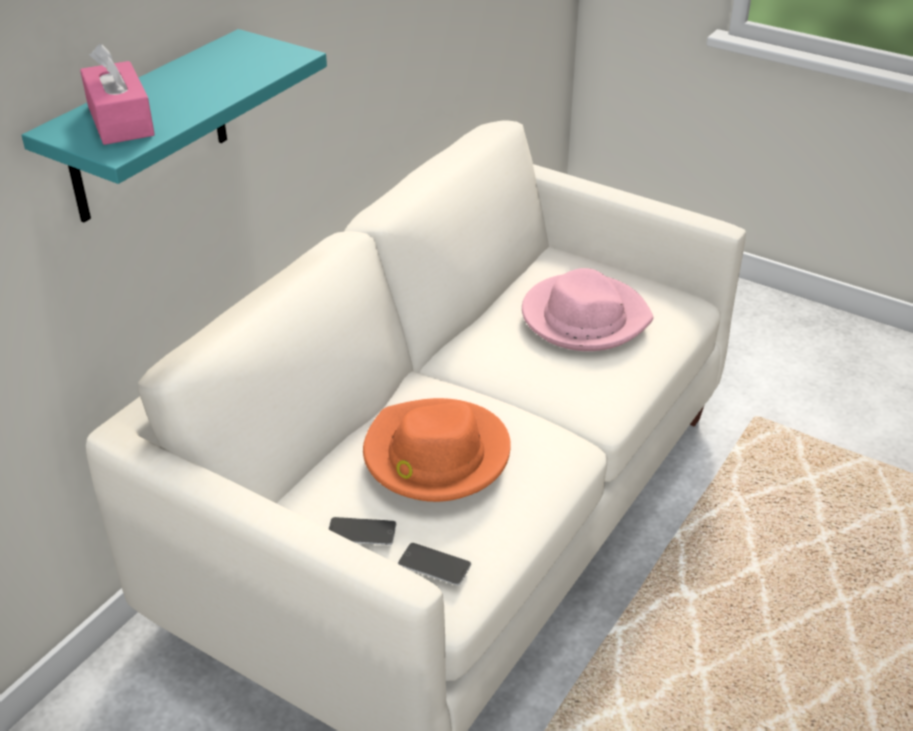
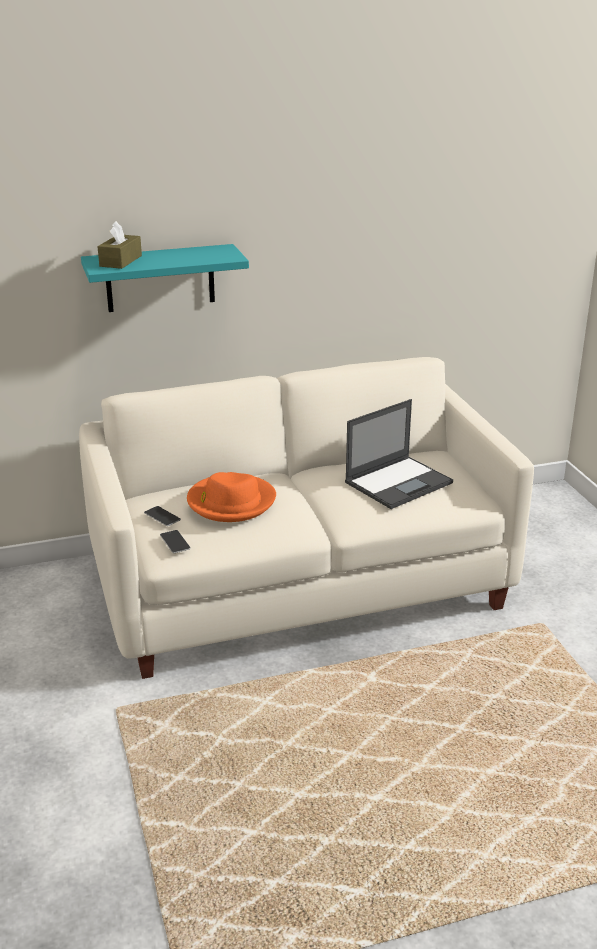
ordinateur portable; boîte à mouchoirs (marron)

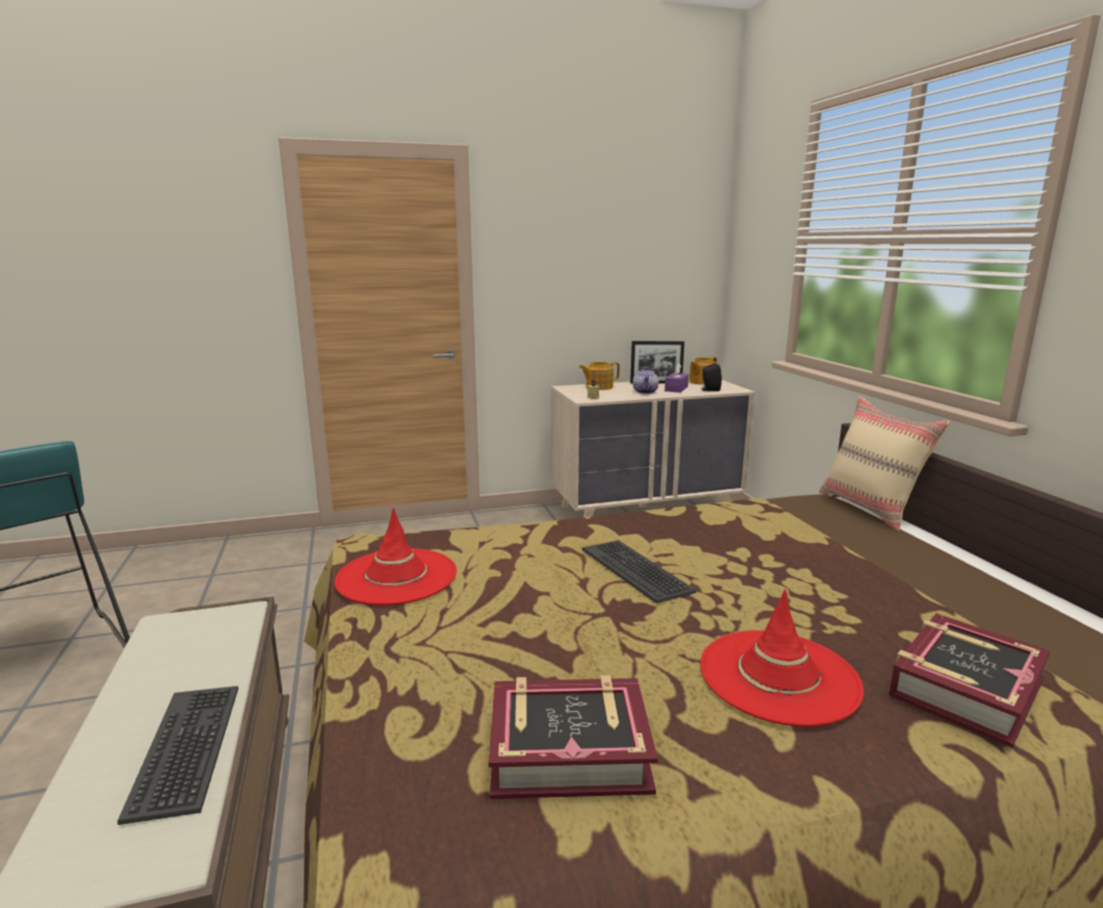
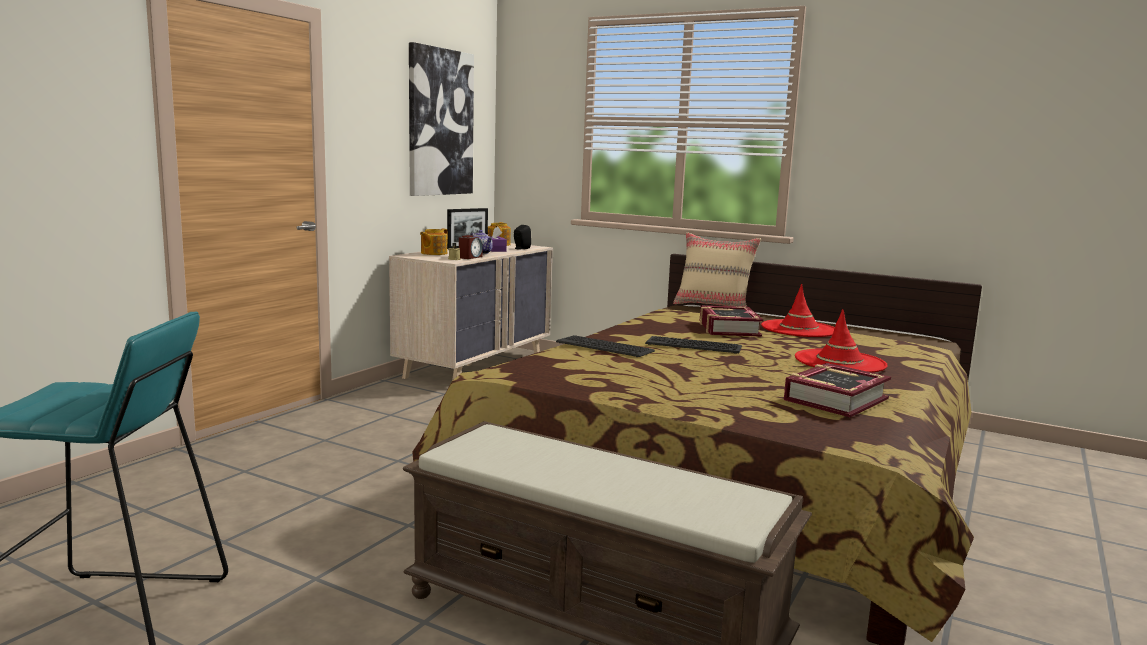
tableau; réveil; clavier (1st from left); chapeau (rouge) (1st from left); livre (1st from left)

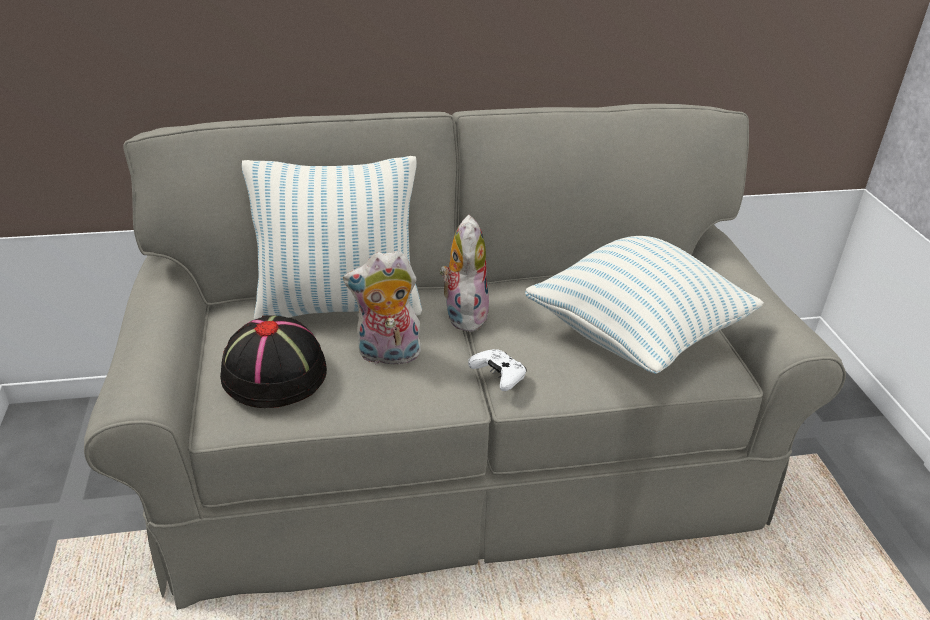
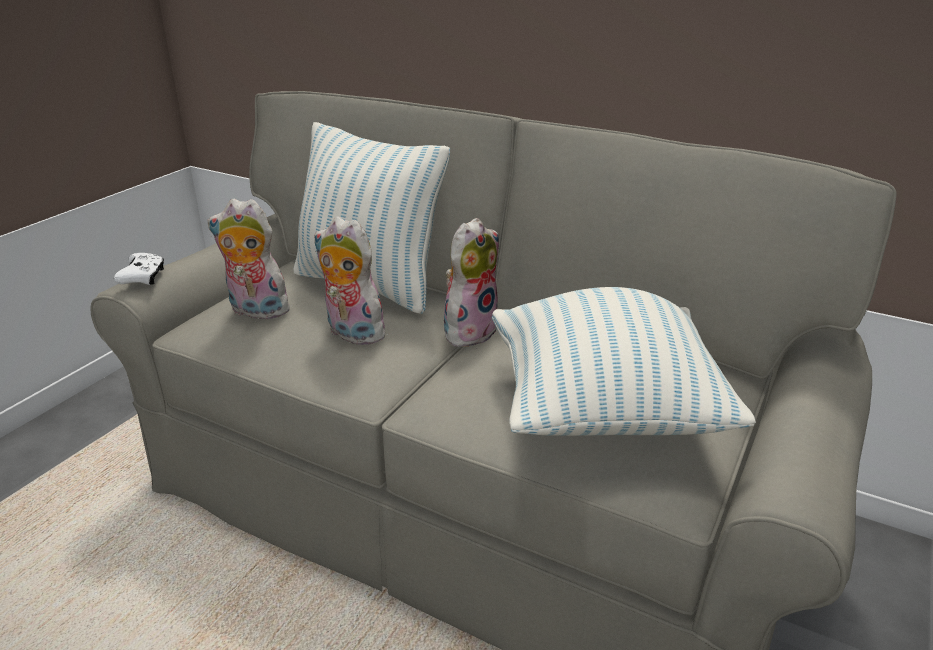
manette (blanc); peluche (1st from left)

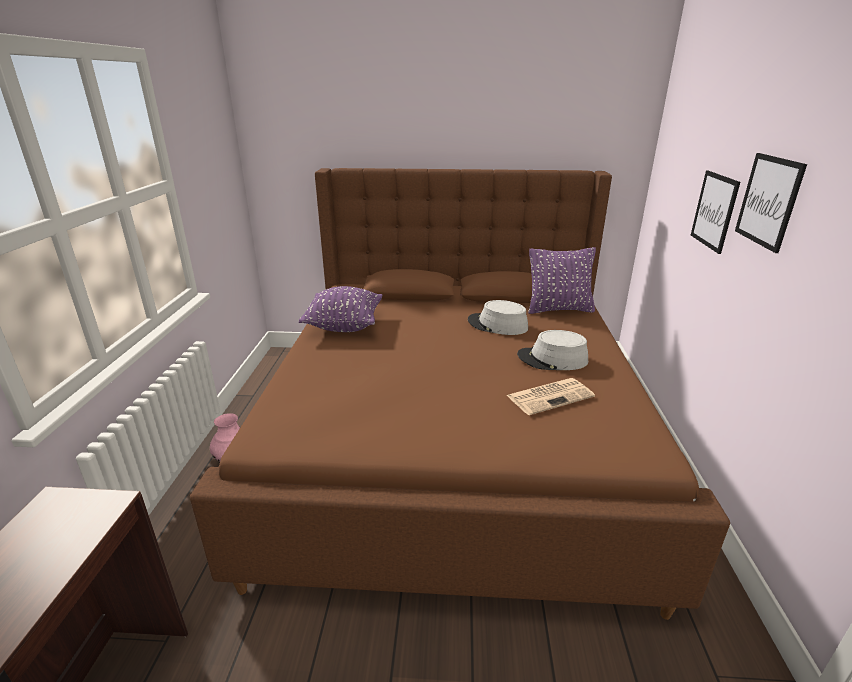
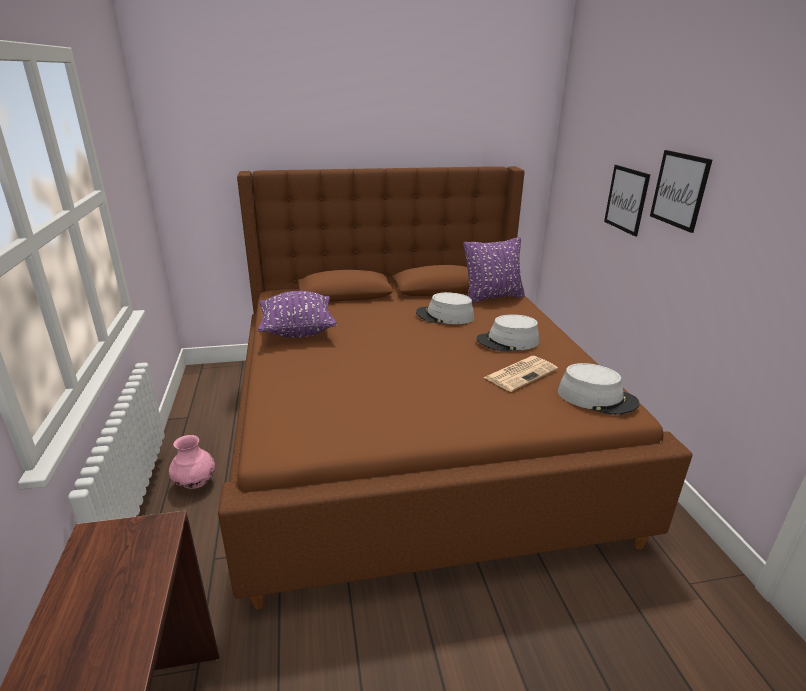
chapeau (gris) (3rd from left)

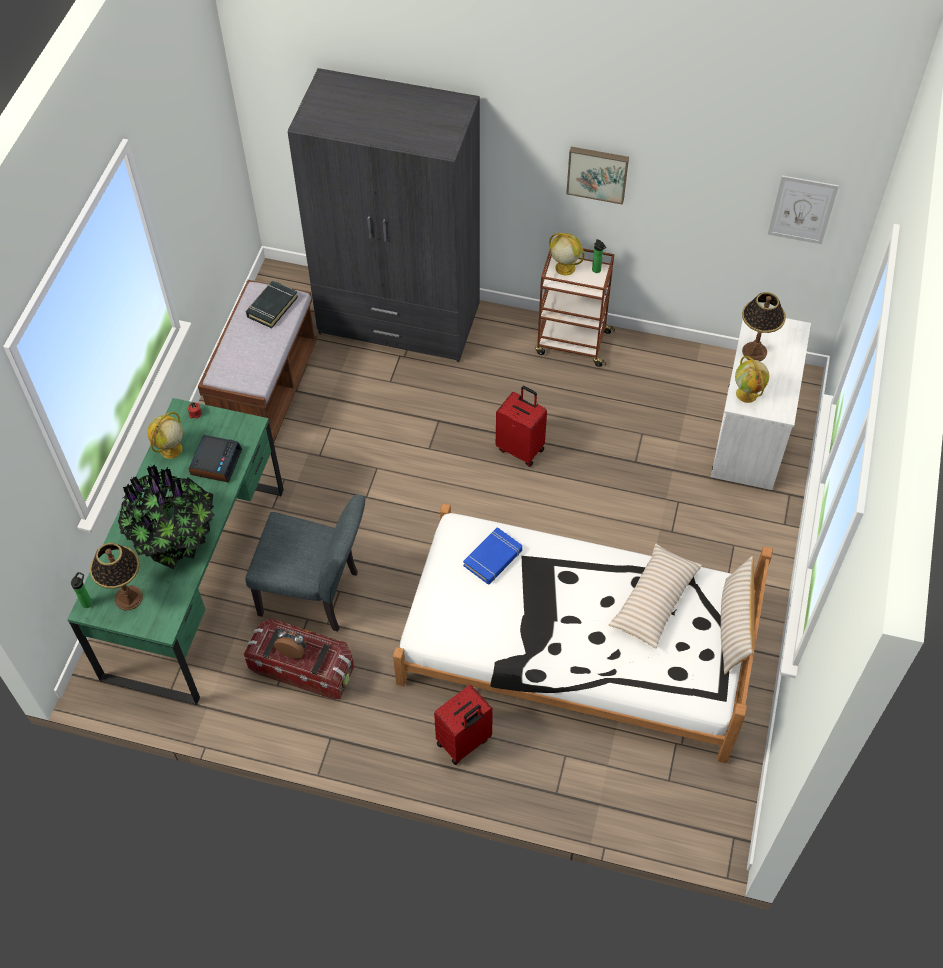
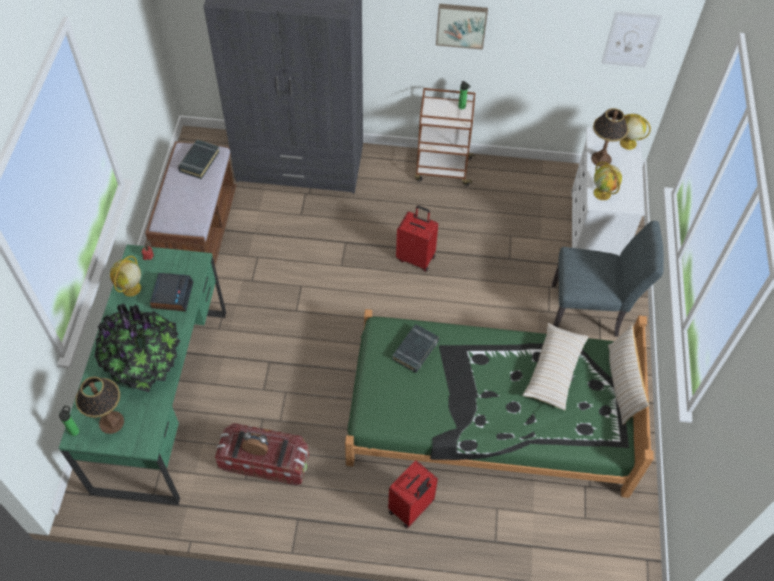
chaise (gris); globe (3rd from left); lit (vert); livre (noir) (2nd from left)

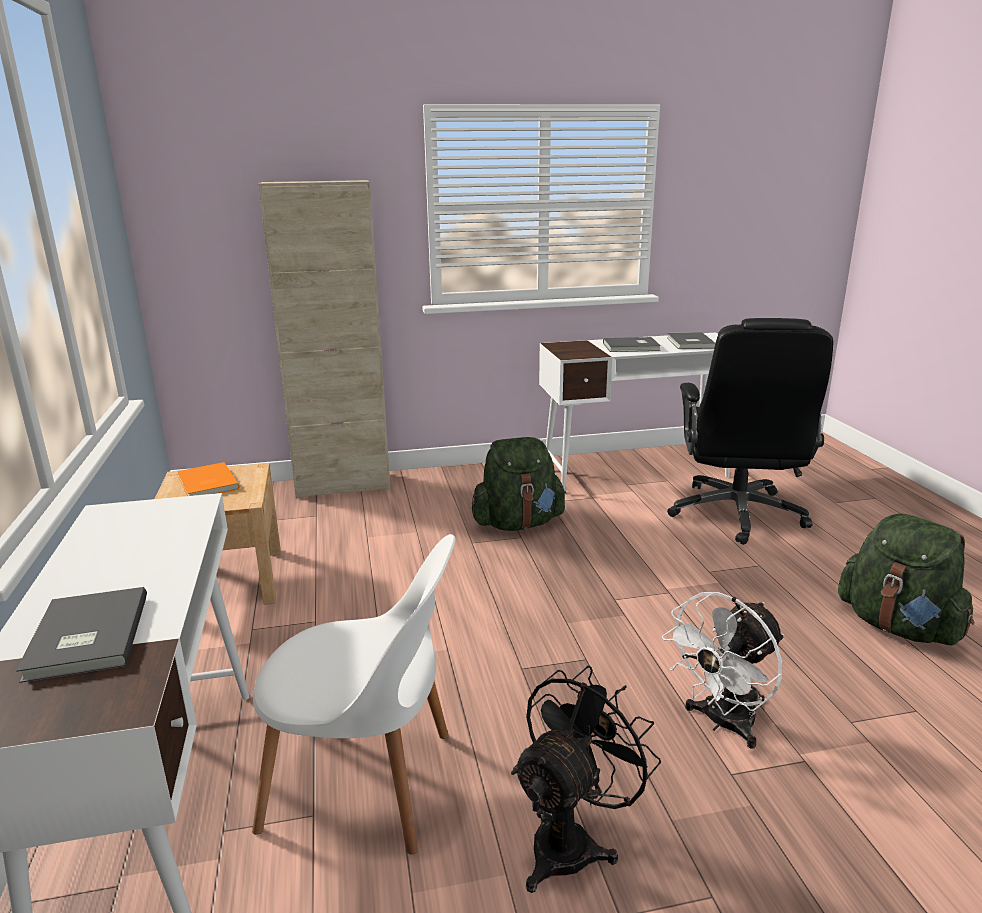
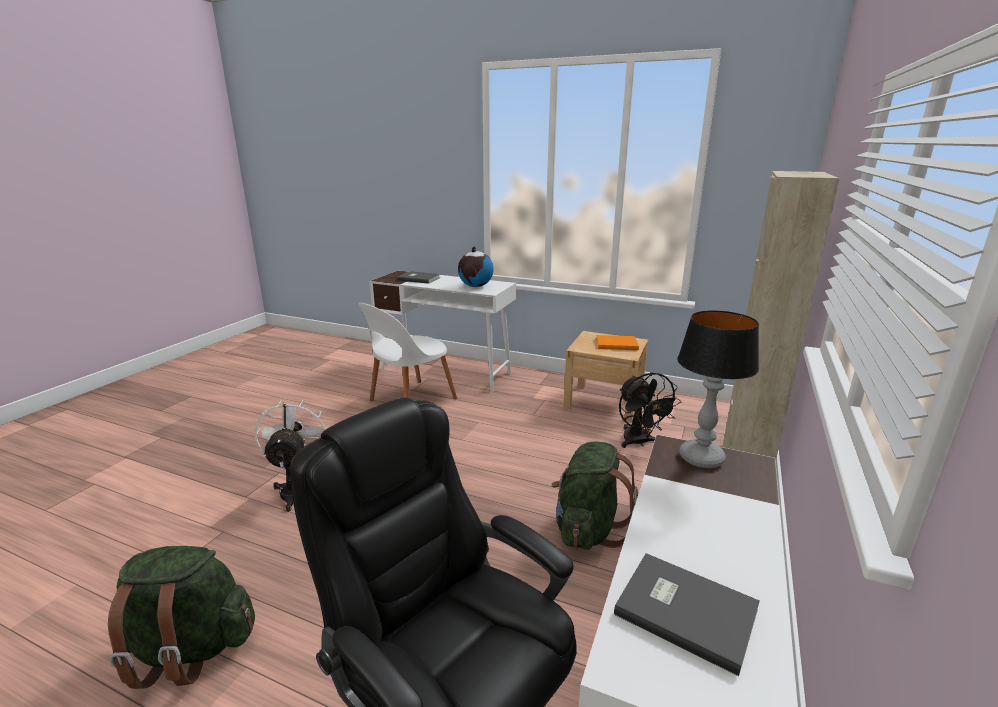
livre (gris) (2nd from left in the first image); globe; lampe de table; ventilateur (noir)

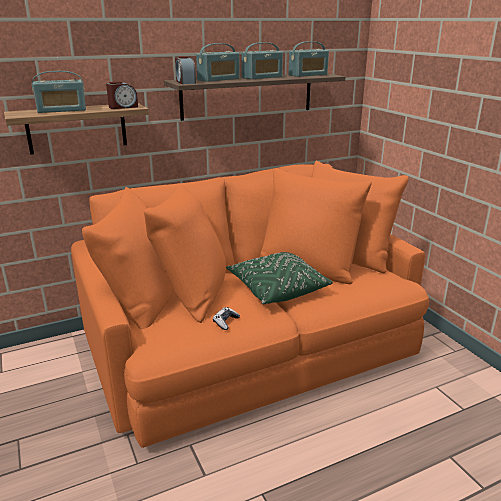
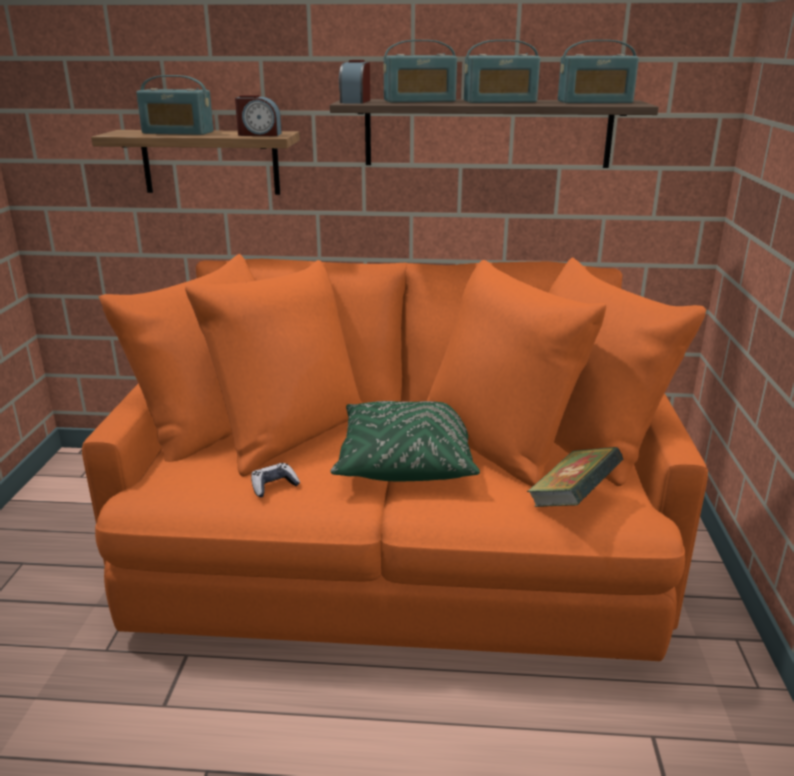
livre

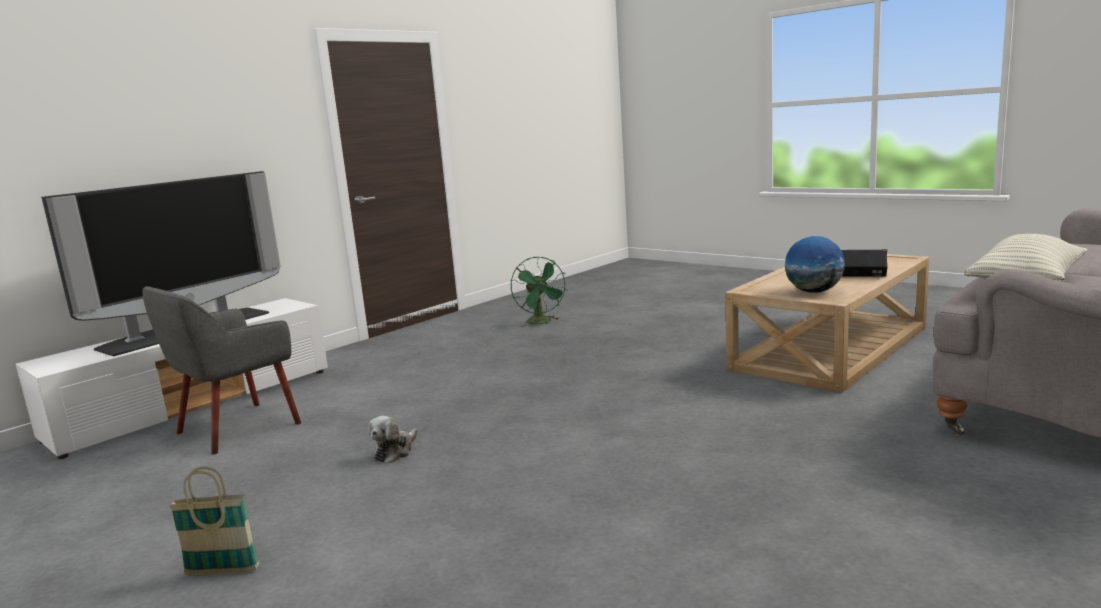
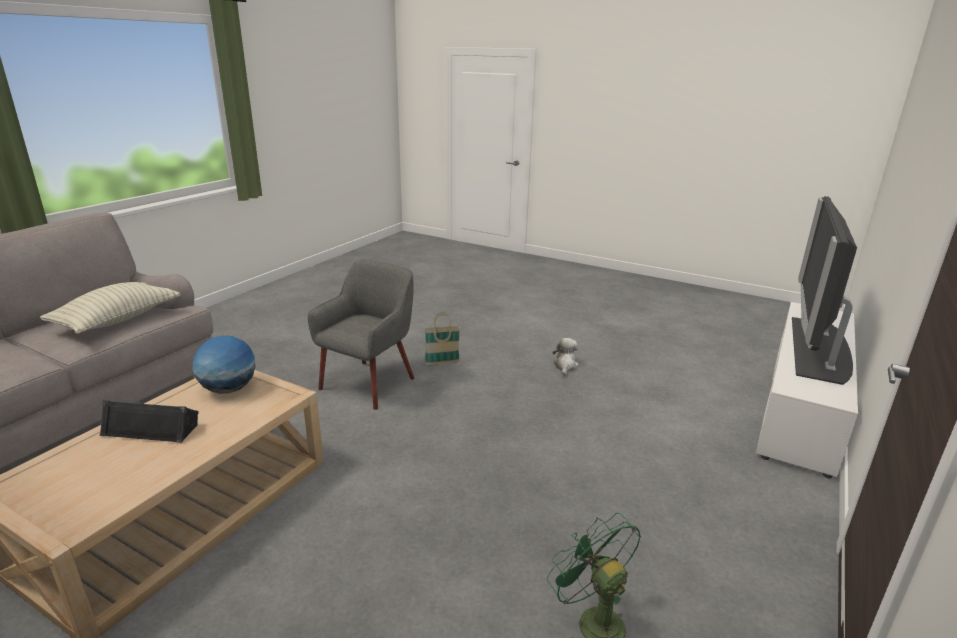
fauteuil (gris); panier

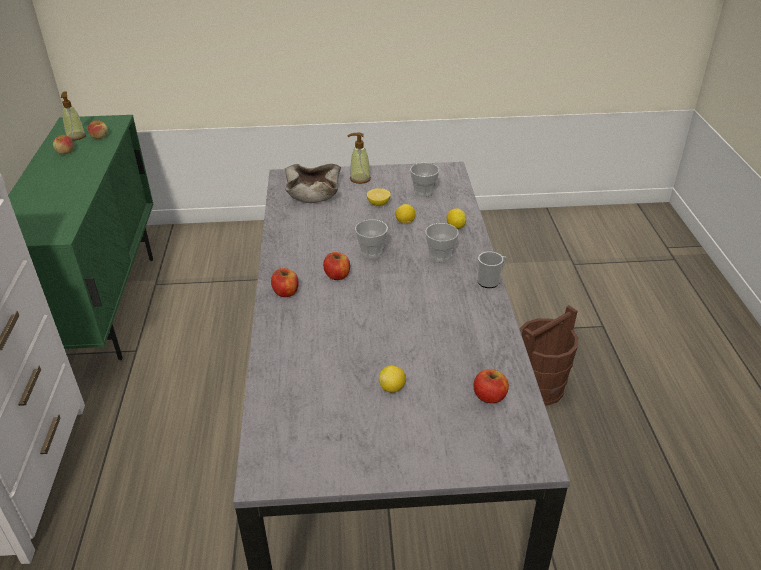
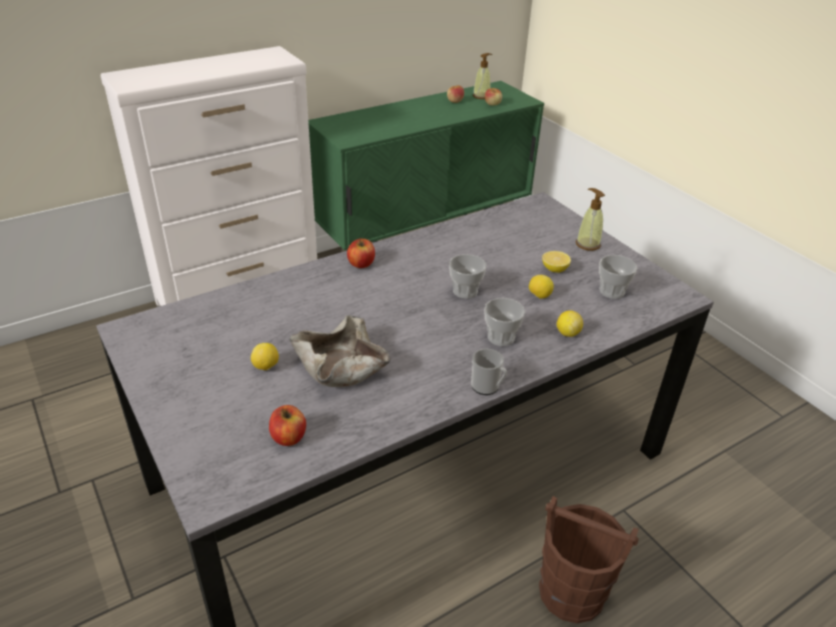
pomme (4th from left in the first image); bol (beige)

